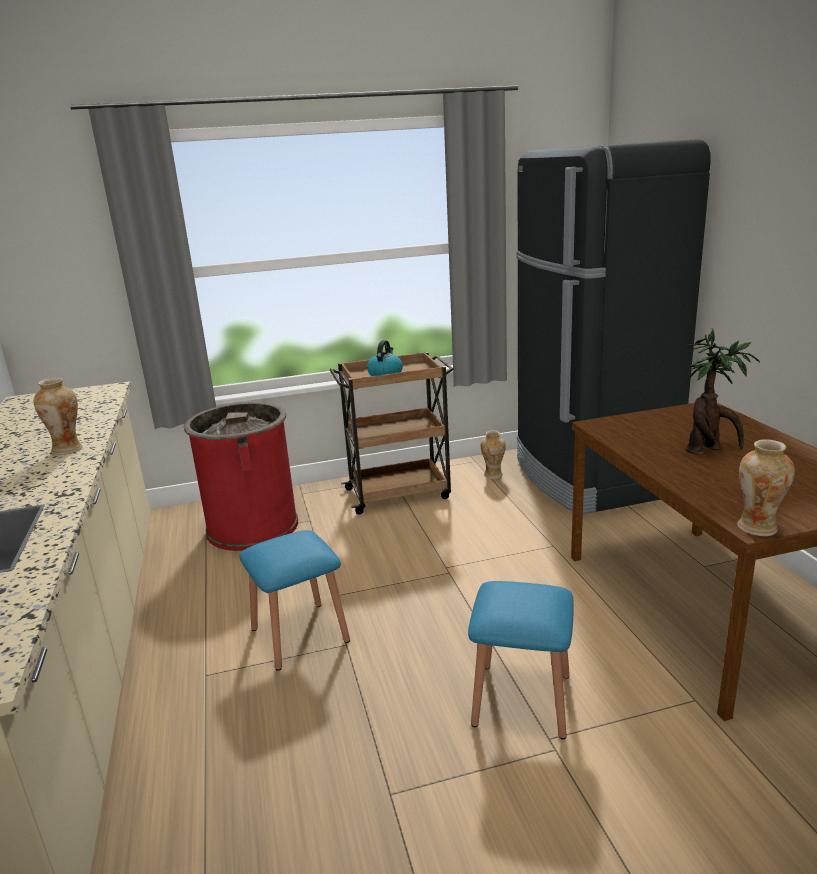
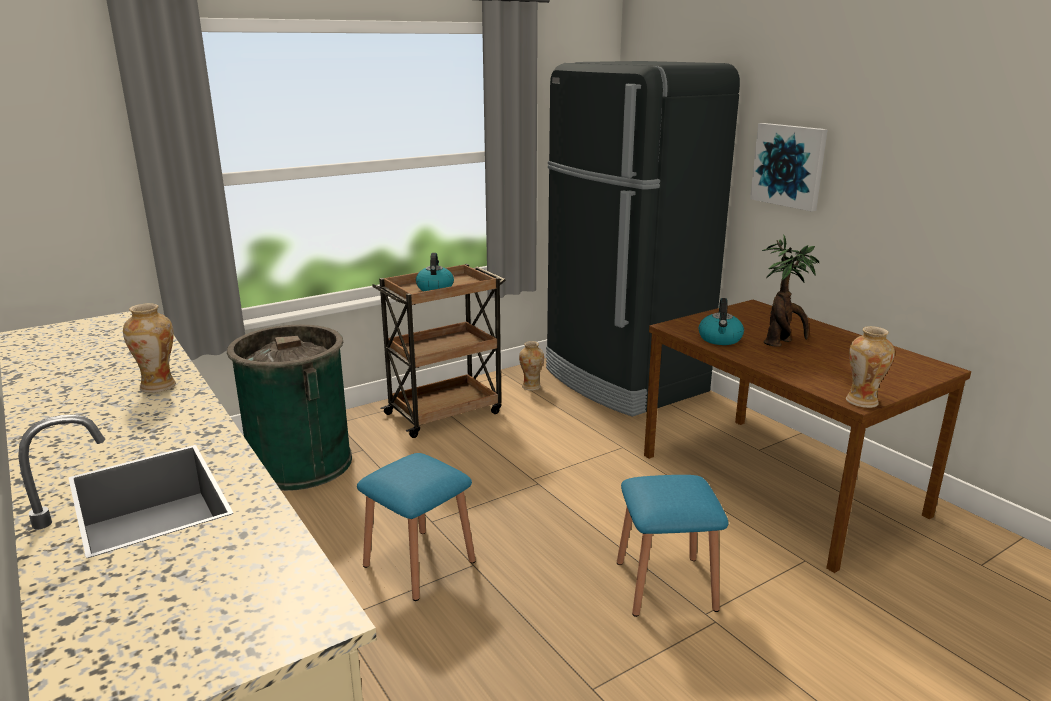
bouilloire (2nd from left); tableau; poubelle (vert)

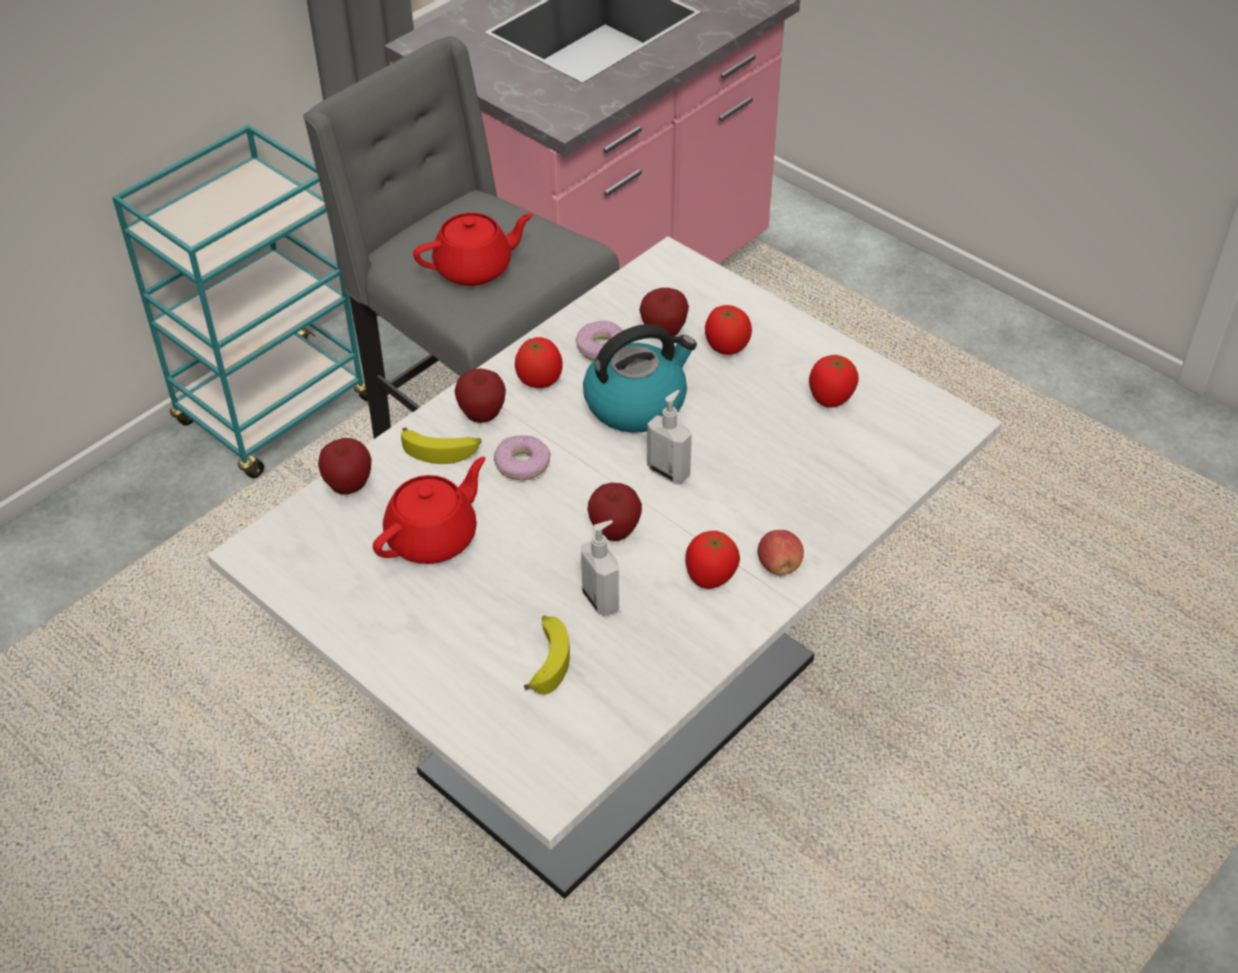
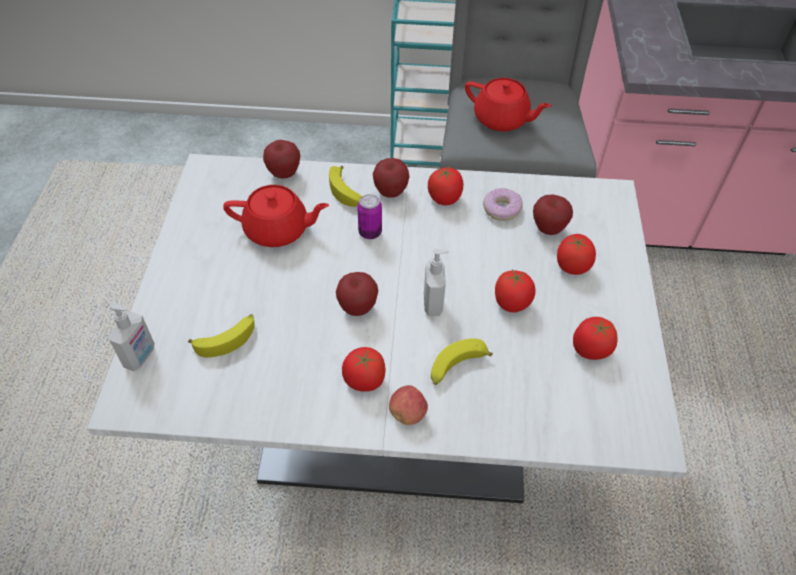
bouilloire; banane (3rd from left); tomate (3rd from left); distributeur de savon (1st from left); boîte métallique

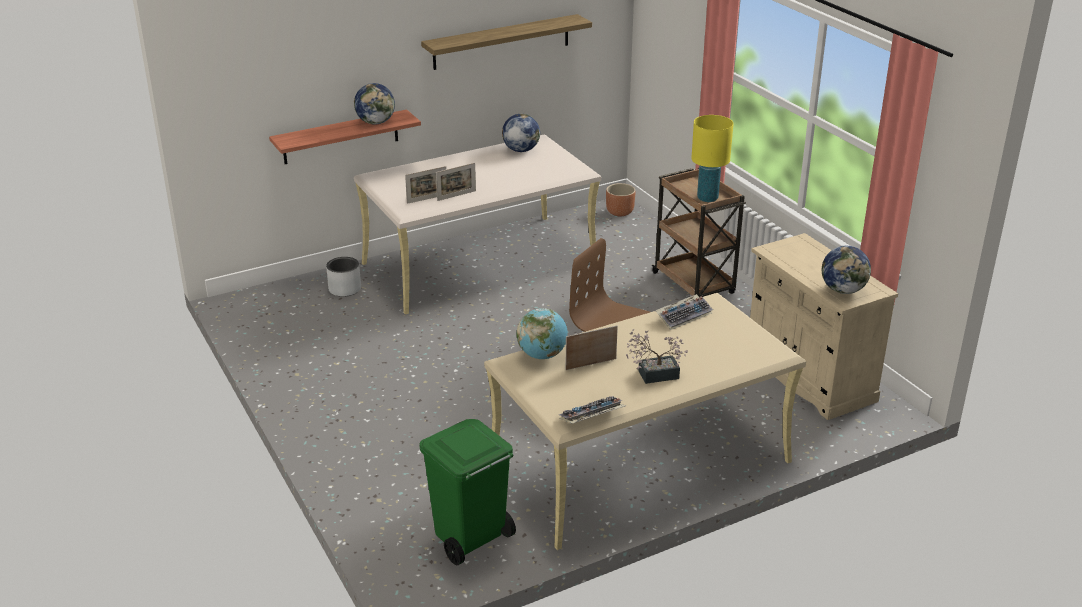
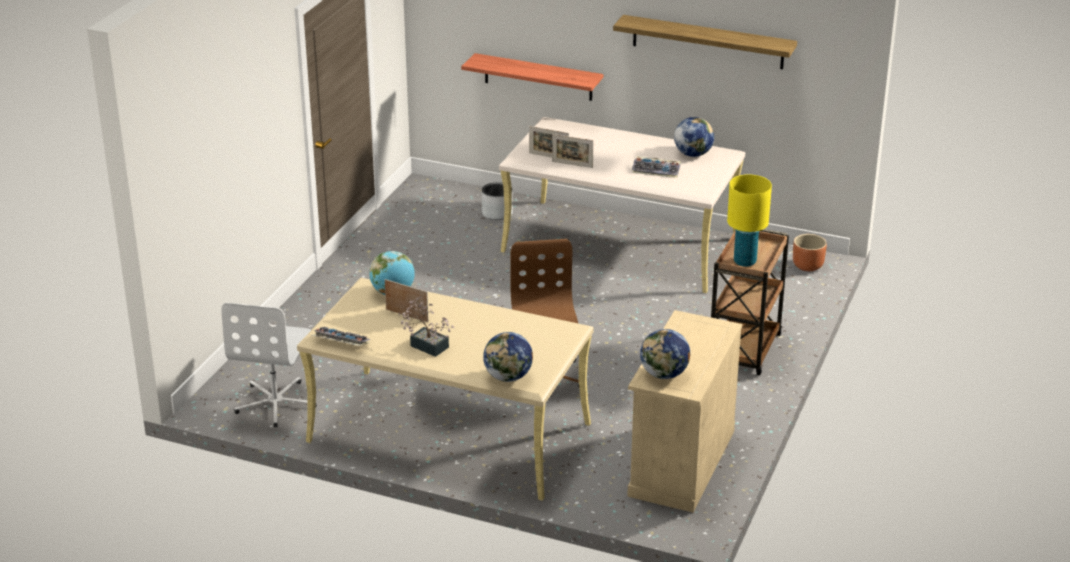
globe (2nd from left); clavier (2nd from left); chaise de bureau (blanc)

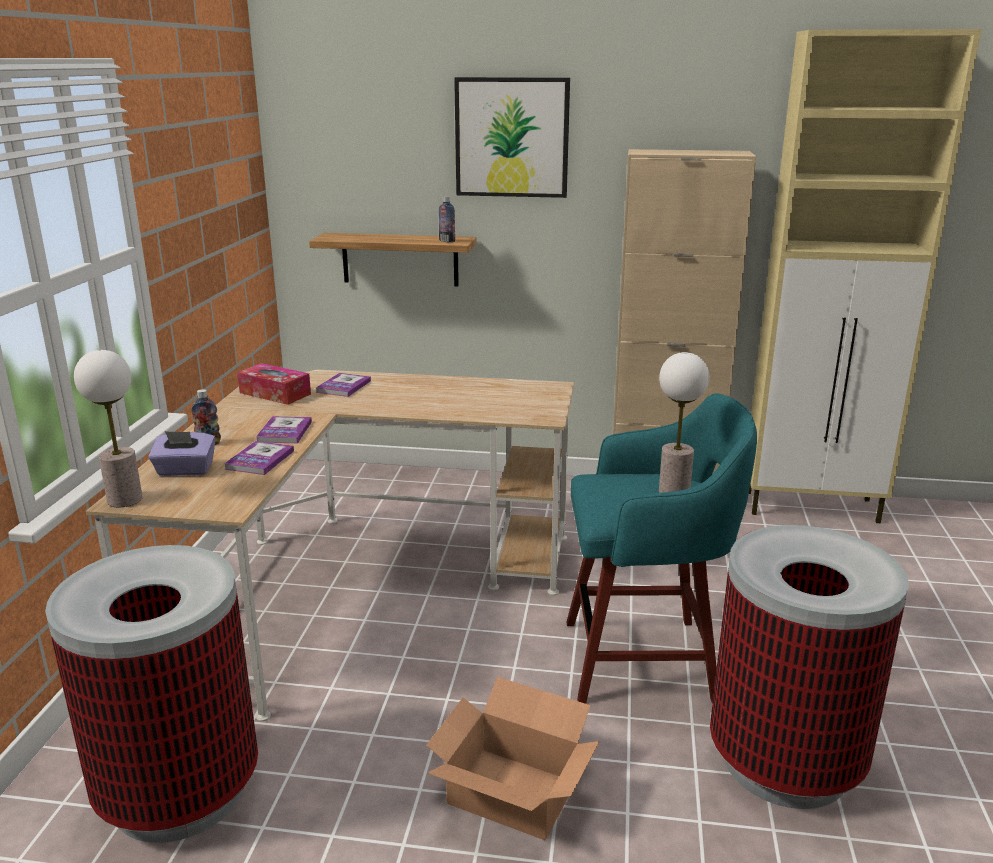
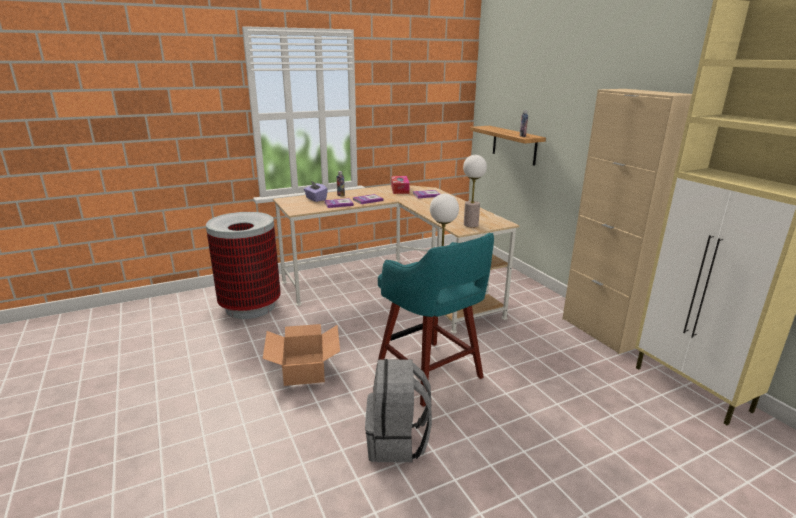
tableau; lampe de table (2nd from left); sac à dos (gris)

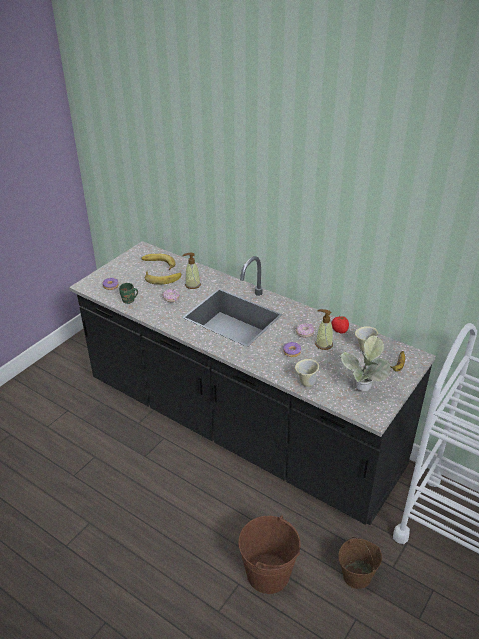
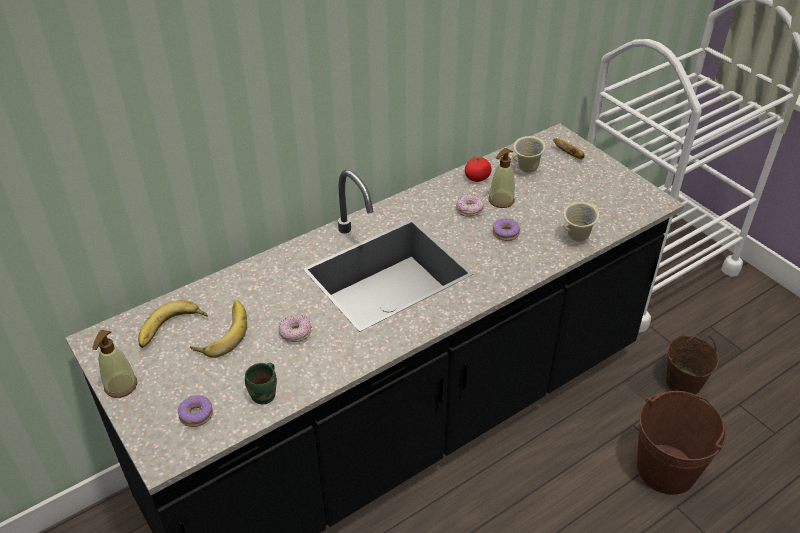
plante en pot; distributeur de savon (1st from left)

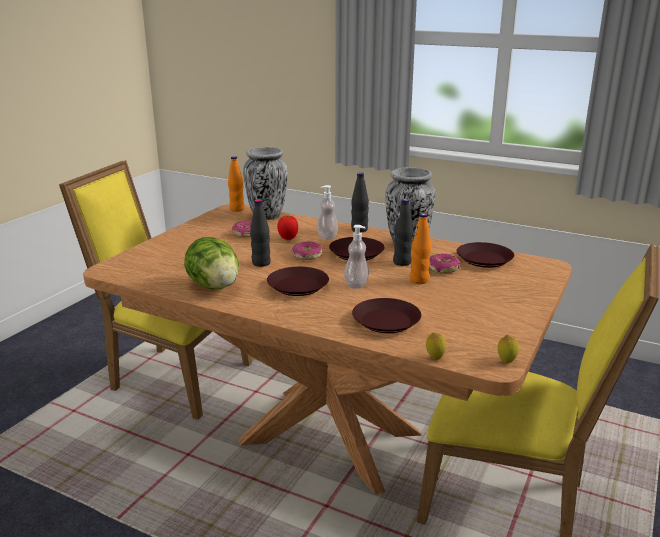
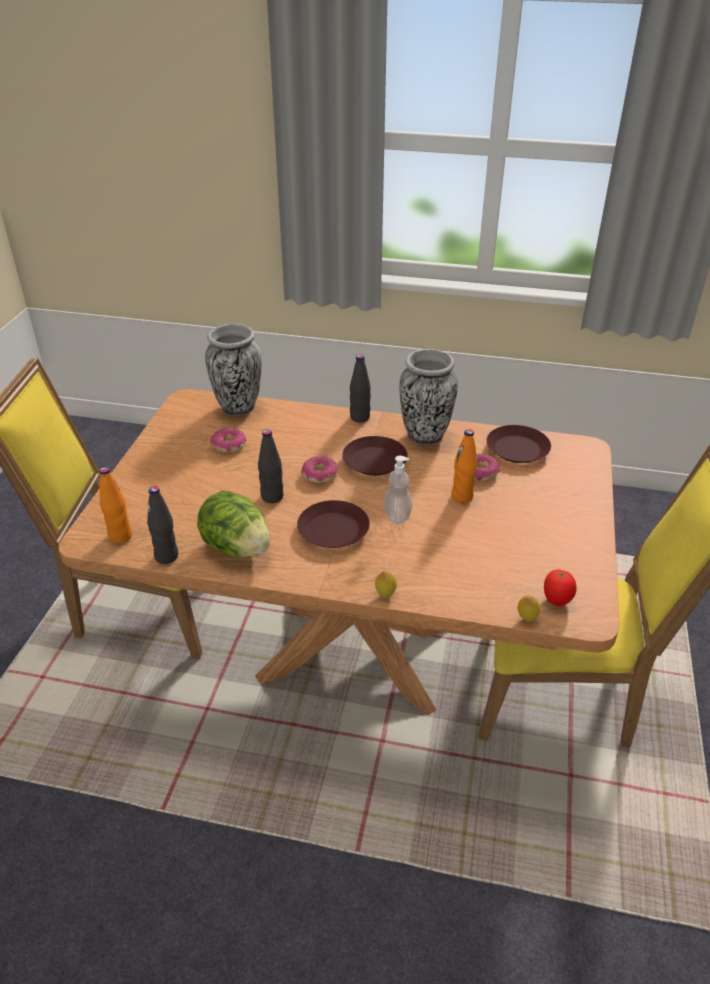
distributeur de savon (1st from left in the first image); assiette (marron) (3rd from left in the first image); bouteille (orange) (1st from left); tomate; bouteille (noir) (1st from left); citron (1st from left)

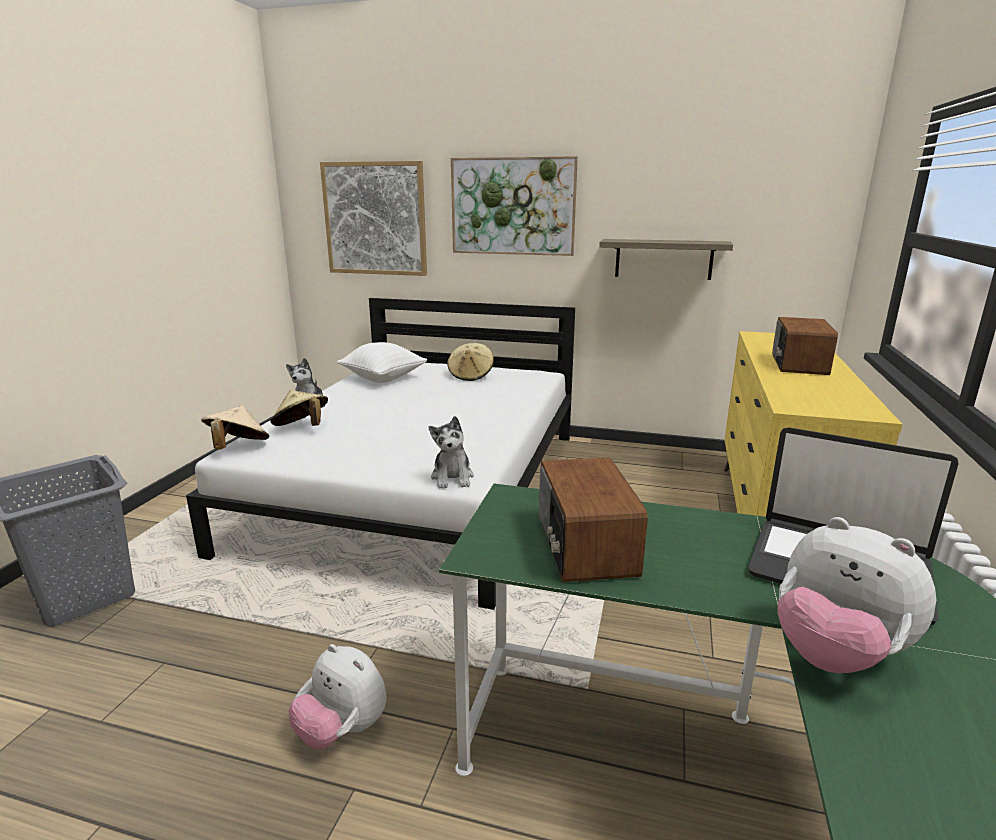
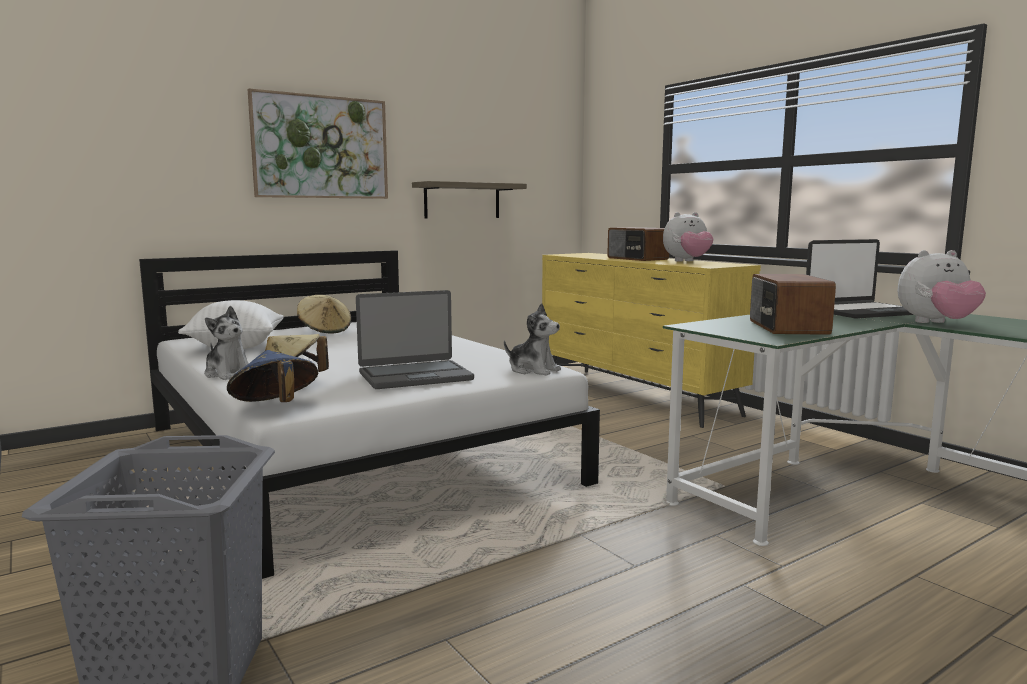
tableau (1st from left in the first image); ordinateur portable (1st from left); peluche (3rd from left); chapeau (bleu); radio (2nd from left)

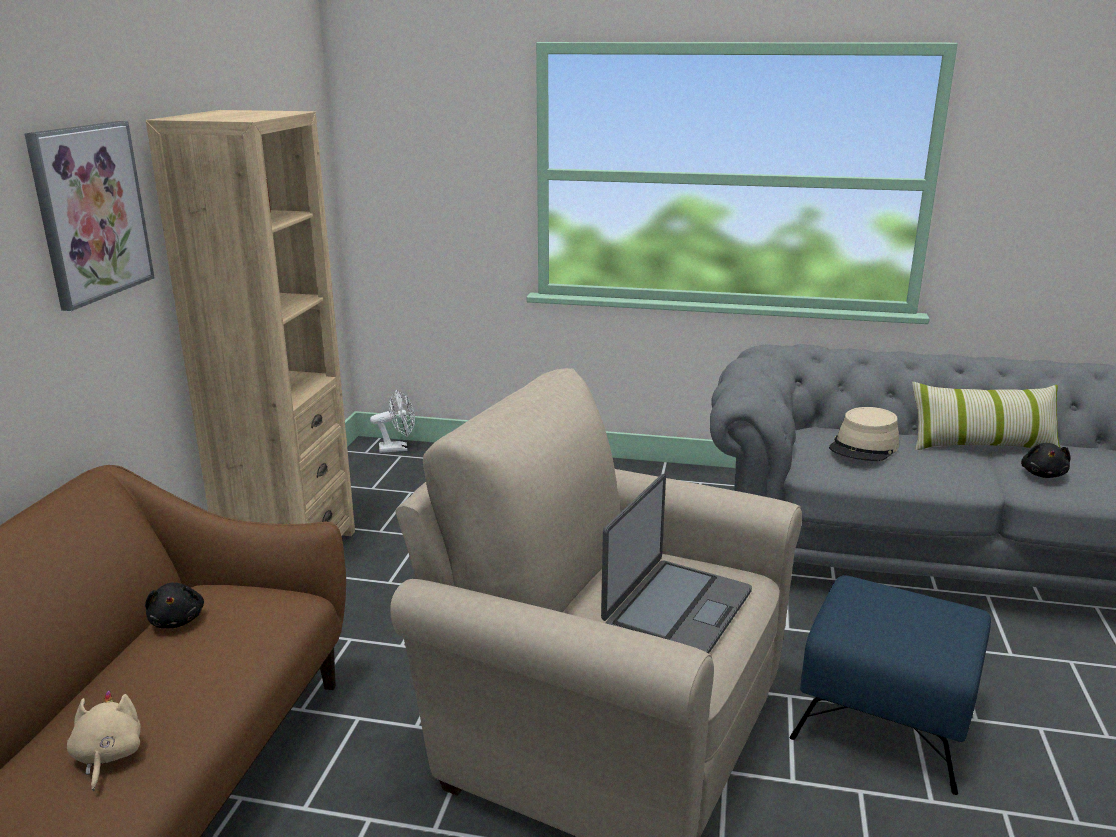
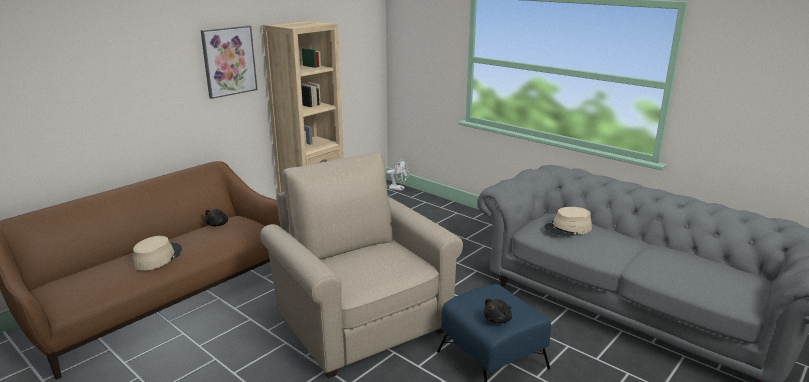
ordinateur portable; coussin; peluche (noir) (2nd from left); chapeau (beige) (1st from left)

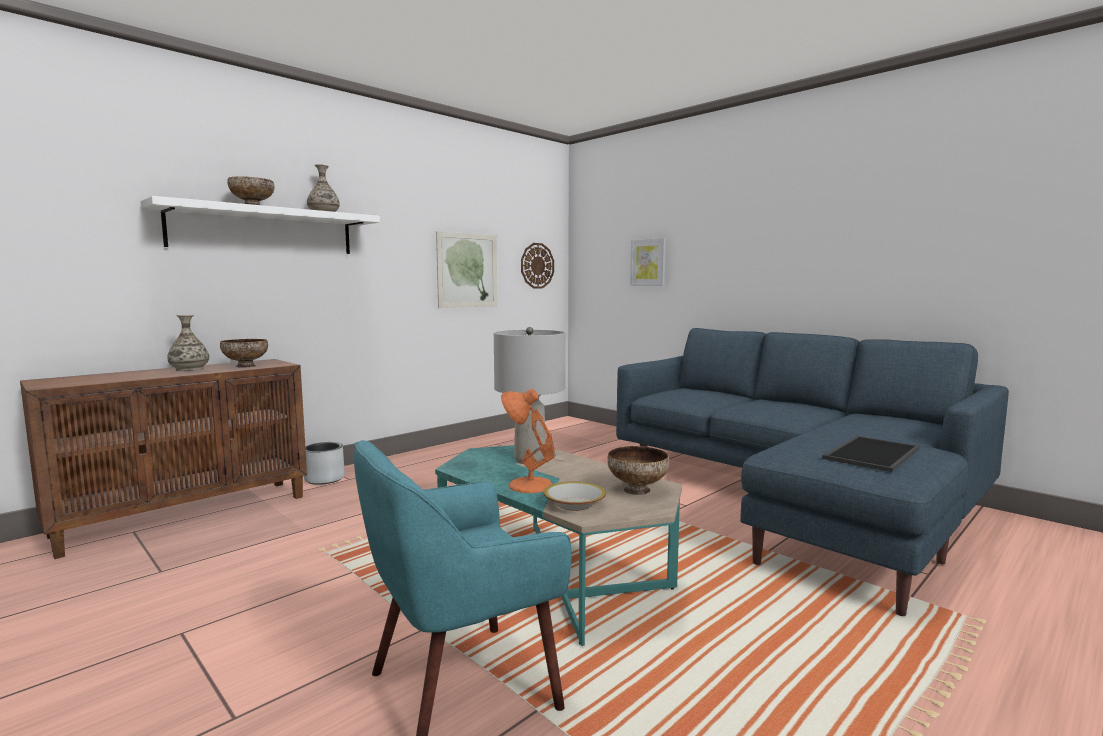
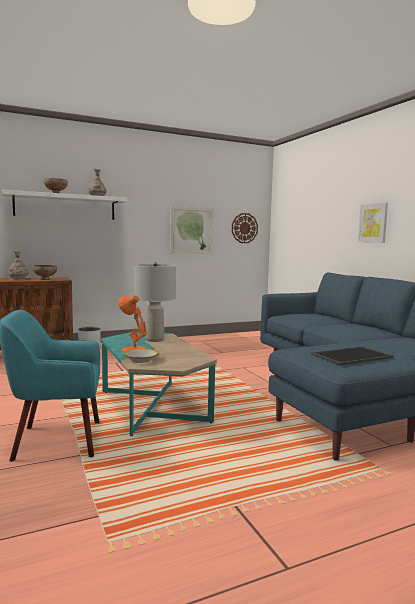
bol (4th from left in the first image); tableau (2nd from left)

